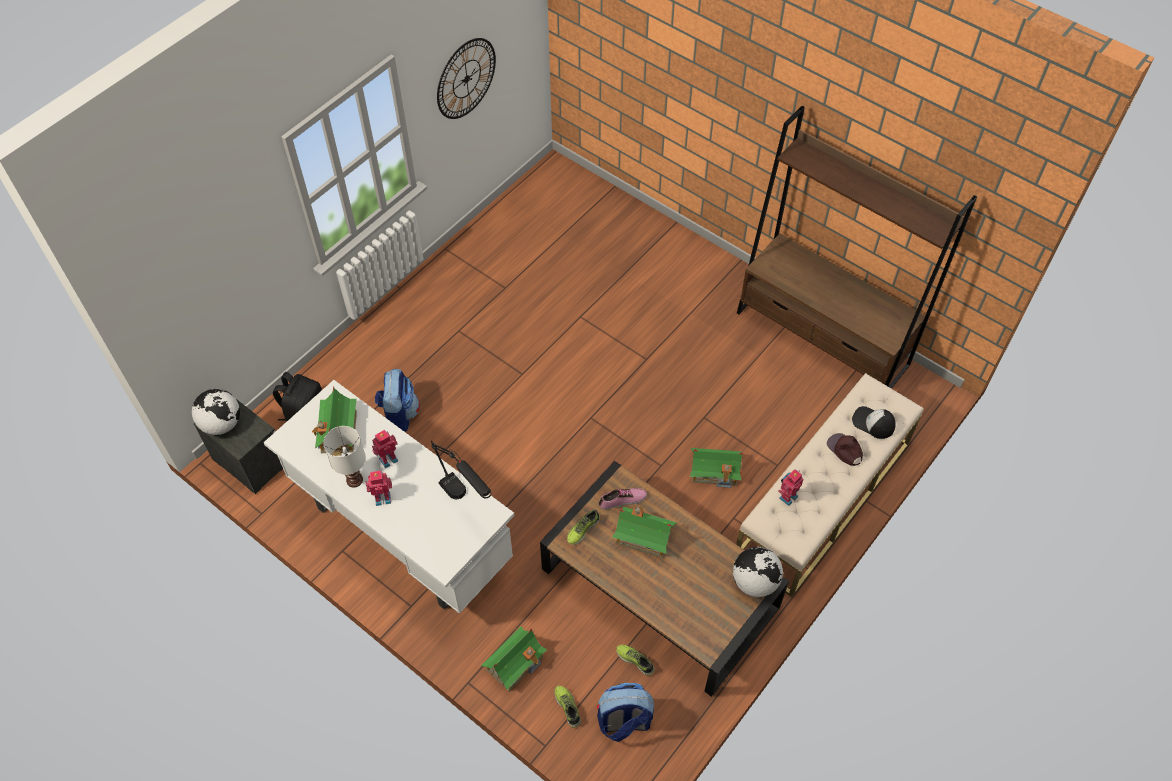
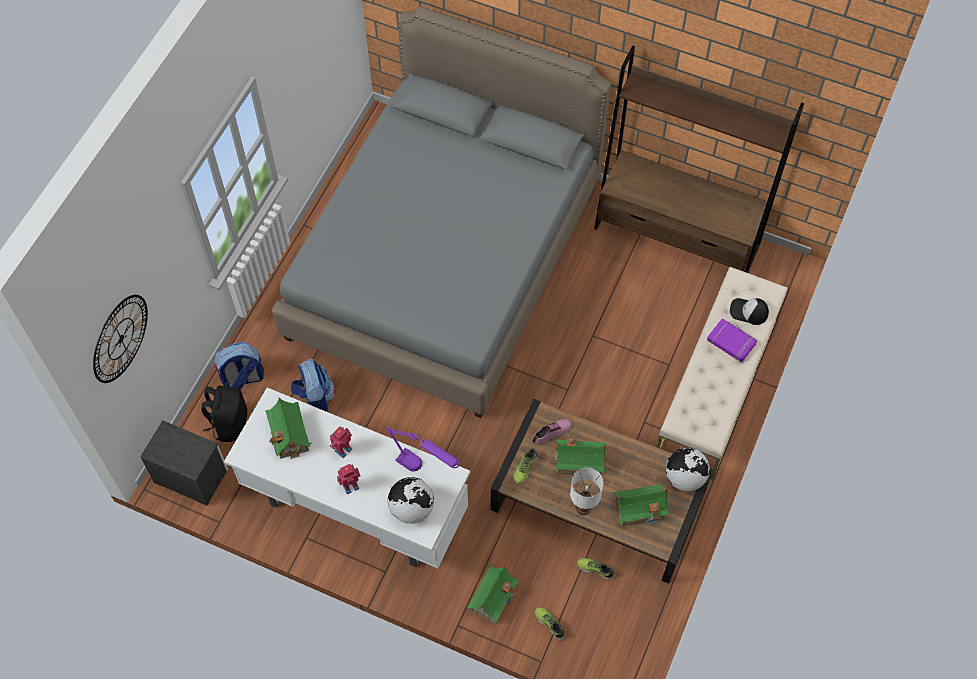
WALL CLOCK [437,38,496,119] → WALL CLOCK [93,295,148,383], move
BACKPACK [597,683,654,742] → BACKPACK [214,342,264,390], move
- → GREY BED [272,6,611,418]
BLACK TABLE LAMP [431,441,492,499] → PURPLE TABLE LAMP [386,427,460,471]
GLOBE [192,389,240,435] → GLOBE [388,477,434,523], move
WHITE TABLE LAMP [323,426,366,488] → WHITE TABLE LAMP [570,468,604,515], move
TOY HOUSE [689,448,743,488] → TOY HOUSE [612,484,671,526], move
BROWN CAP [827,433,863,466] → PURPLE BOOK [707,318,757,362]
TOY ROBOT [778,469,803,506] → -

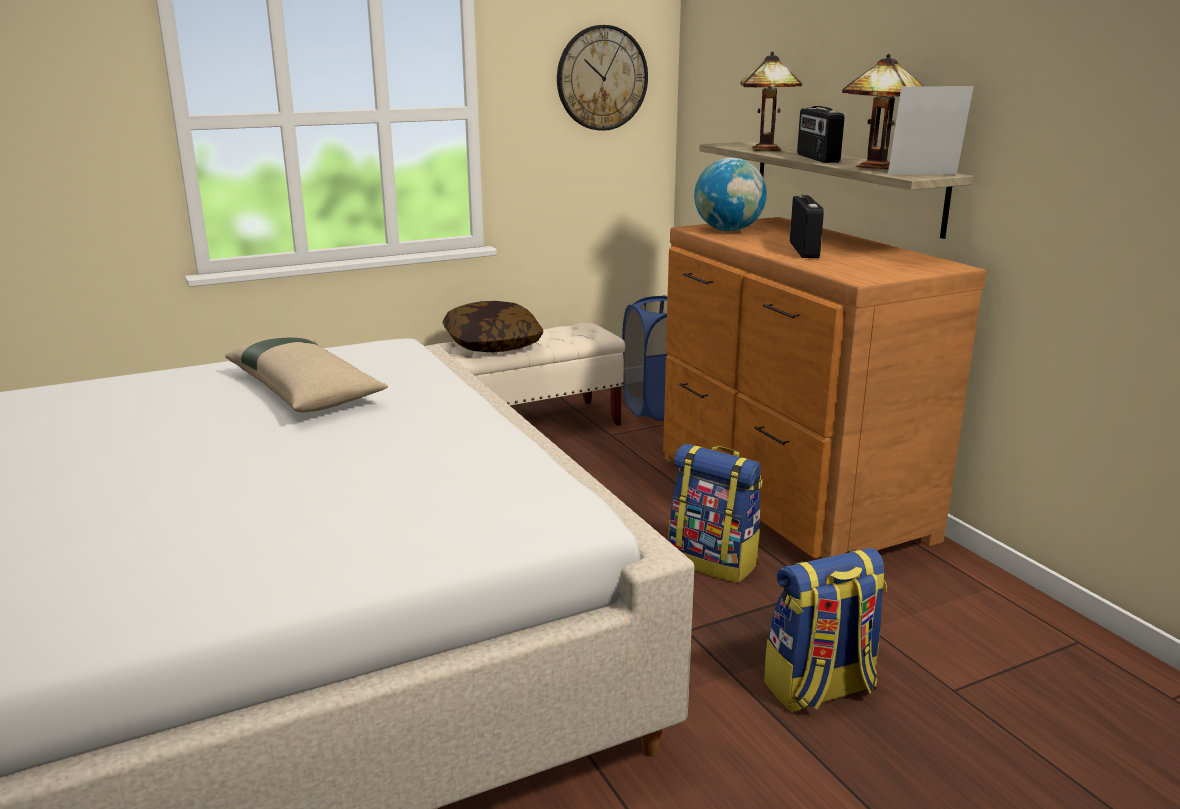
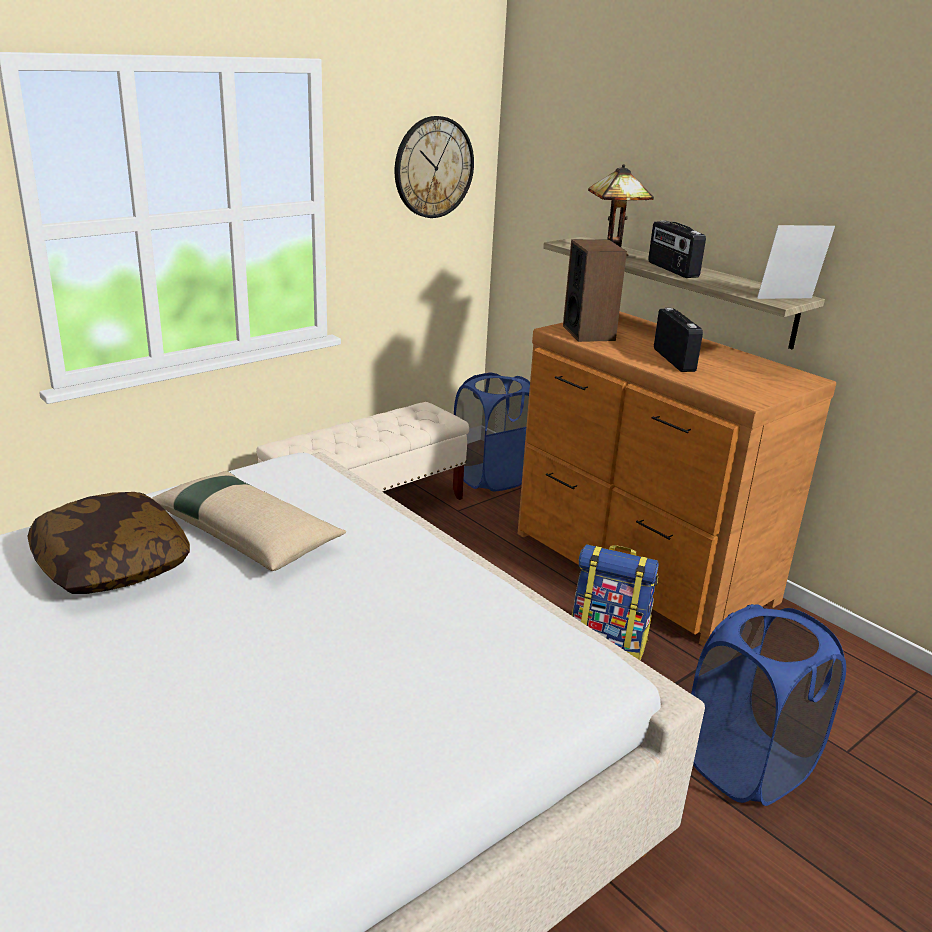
PILLOW [442,301,543,352] → PILLOW [27,492,190,594], move
GLOBE [694,158,767,231] → SPEAKER [563,239,627,342]
BACKPACK [764,548,887,712] → BLUE LAUNDRY BASKET [691,604,846,806]
TABLE LAMP [842,54,923,169] → -

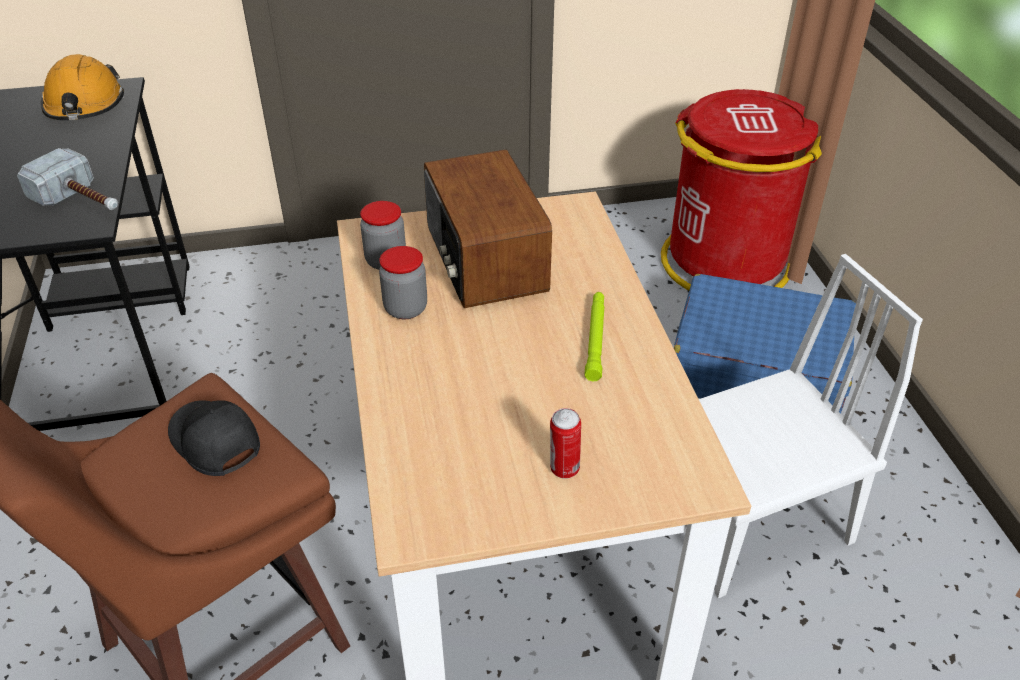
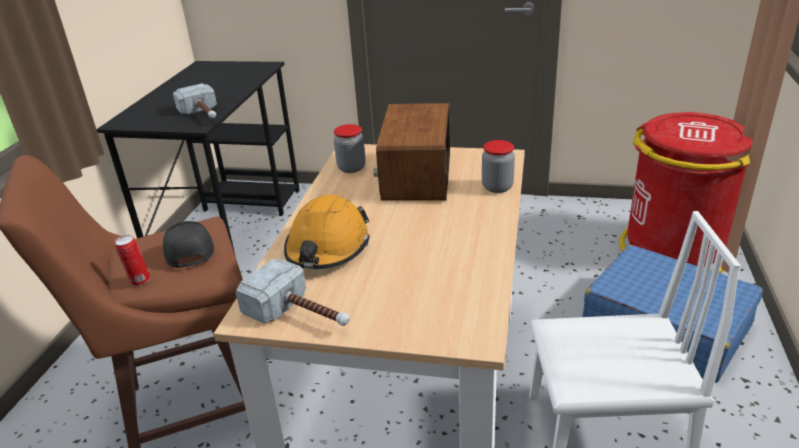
CAN [550,408,581,479] → CAN [115,235,150,286], move
- → HAMMER [236,259,350,326]
ORANGE HARD HAT [41,54,124,120] → ORANGE HARD HAT [284,195,370,269], move
JAR [379,246,427,319] → JAR [482,140,515,193], move
GREEN FLASHLIGHT [584,292,604,381] → -

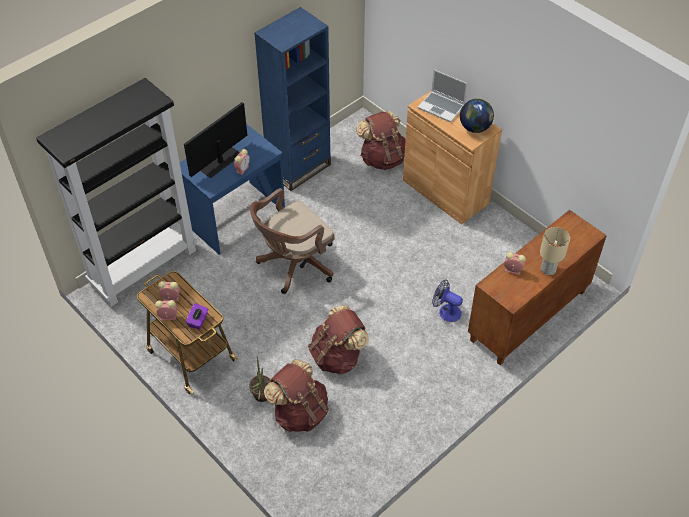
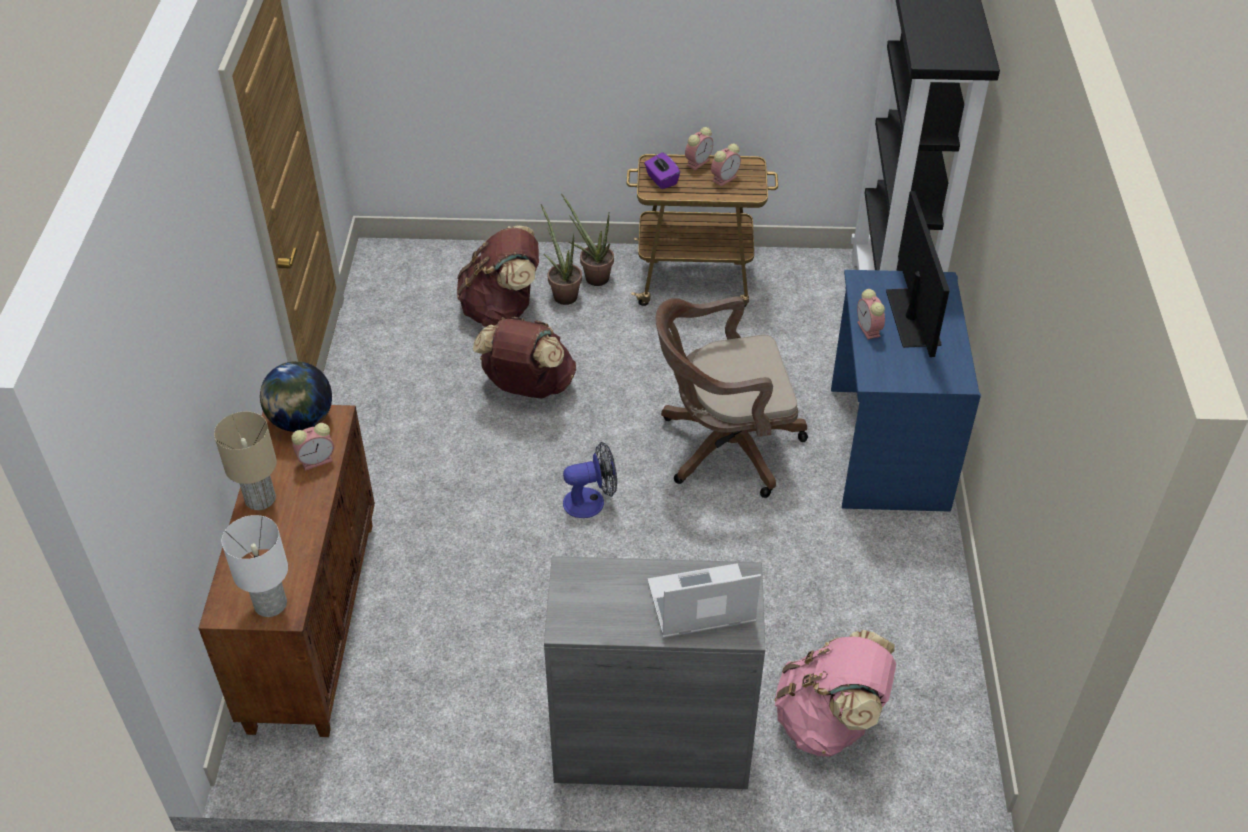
- → WHITE TABLE LAMP [222,515,288,617]
GLOBE [460,99,494,133] → GLOBE [260,361,332,432], move
BROWN CABINET [403,90,502,225] → GREY CABINET [544,556,765,789]
- → POTTED PLANT [561,193,614,286]
FAN [432,280,463,322] → FAN [563,442,617,518], move
BROWN OFFICE CHAIR [250,188,335,294] → BROWN OFFICE CHAIR [656,296,808,498], 105 degrees counterclockwise
BROWN BACKPACK [356,111,406,170] → PINK BACKPACK [774,630,896,757]
BLUE BOOKCASE [254,7,331,191] → -

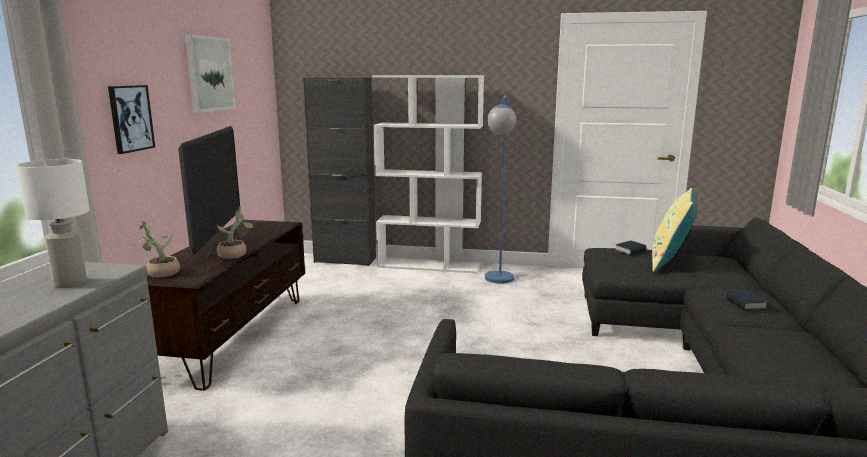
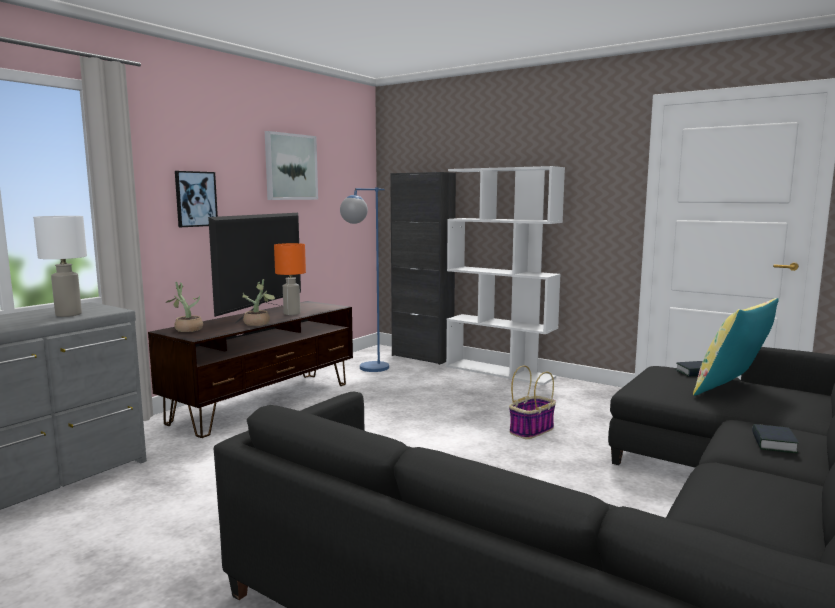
- → ORANGE TABLE LAMP [274,243,306,315]
BLUE FLOOR LAMP [485,95,516,283] → BLUE FLOOR LAMP [340,187,389,372], move
- → BASKET [509,366,556,439]

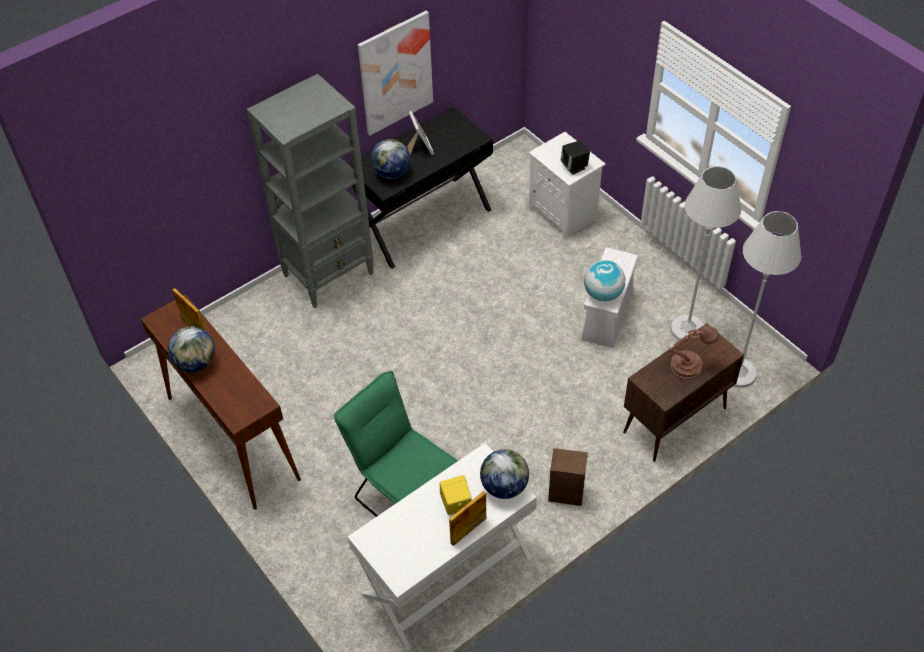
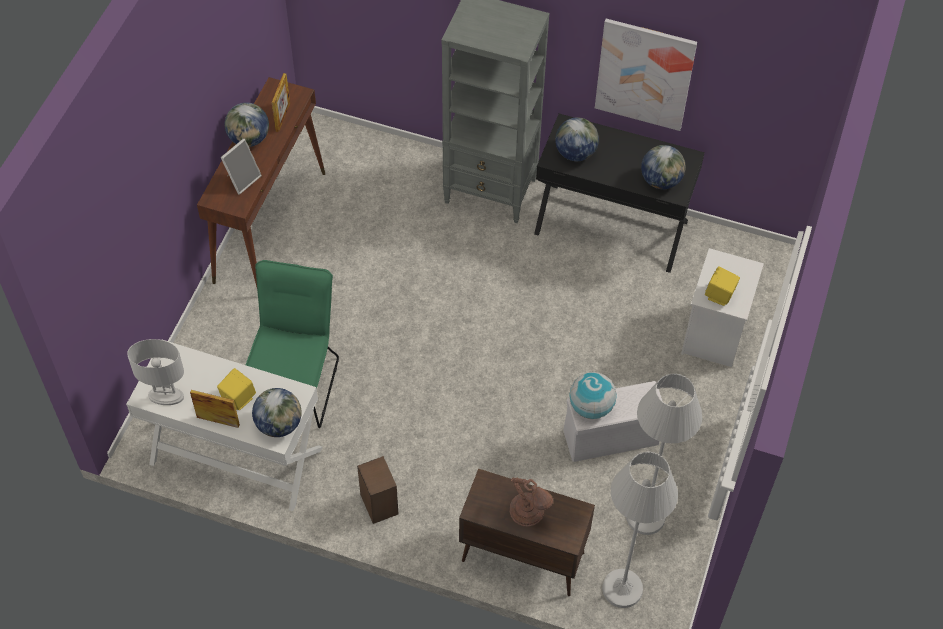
- → WHITE TABLE LAMP [127,339,184,405]
PICTURE FRAME [407,111,434,155] → PICTURE FRAME [221,139,262,195], move
- → GLOBE [641,145,686,189]
BLACK SPEAKER [561,141,590,175] → YELLOW SPEAKER [705,266,740,306]

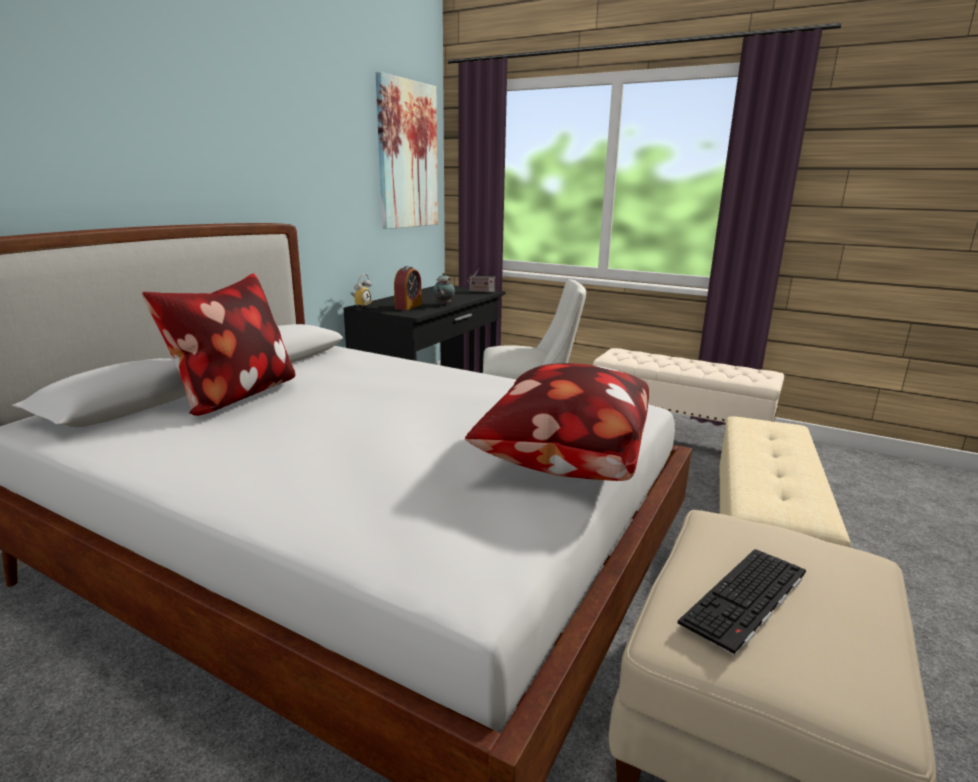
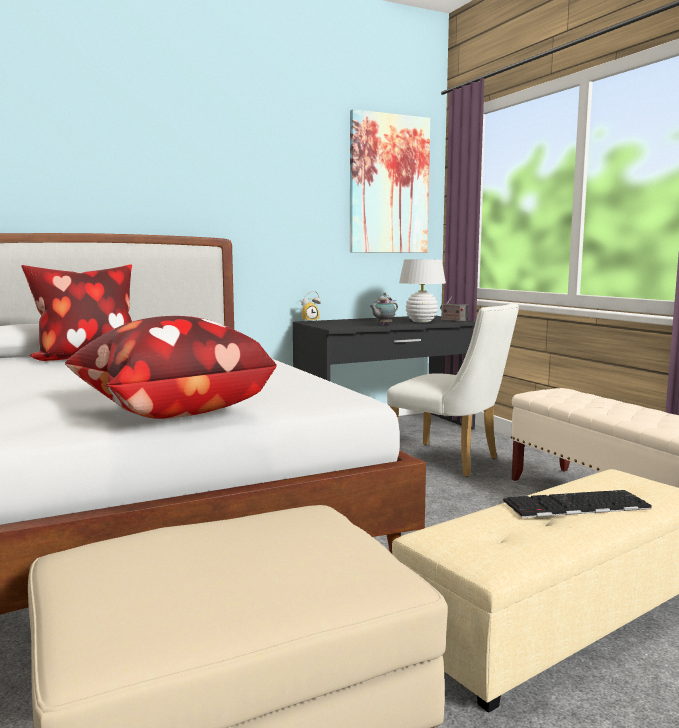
- → WHITE TABLE LAMP [399,259,446,323]
KEYBOARD [678,549,806,655] → KEYBOARD [503,490,652,518], move
ALARM CLOCK [394,266,422,310] → -

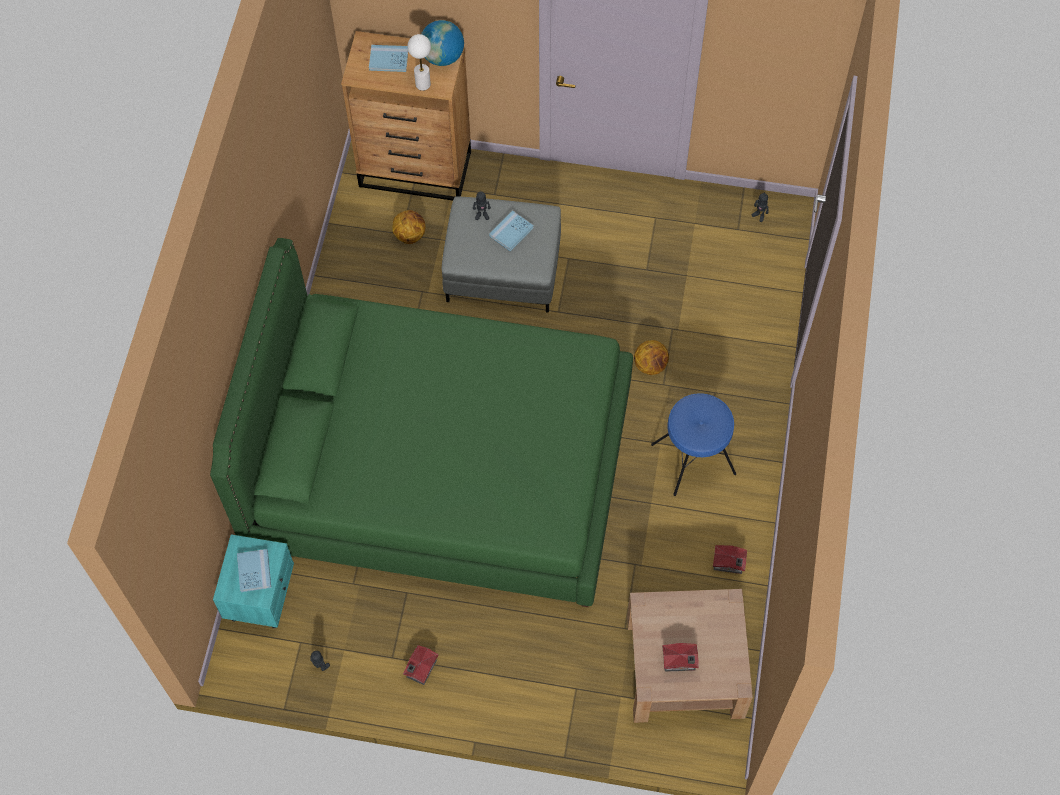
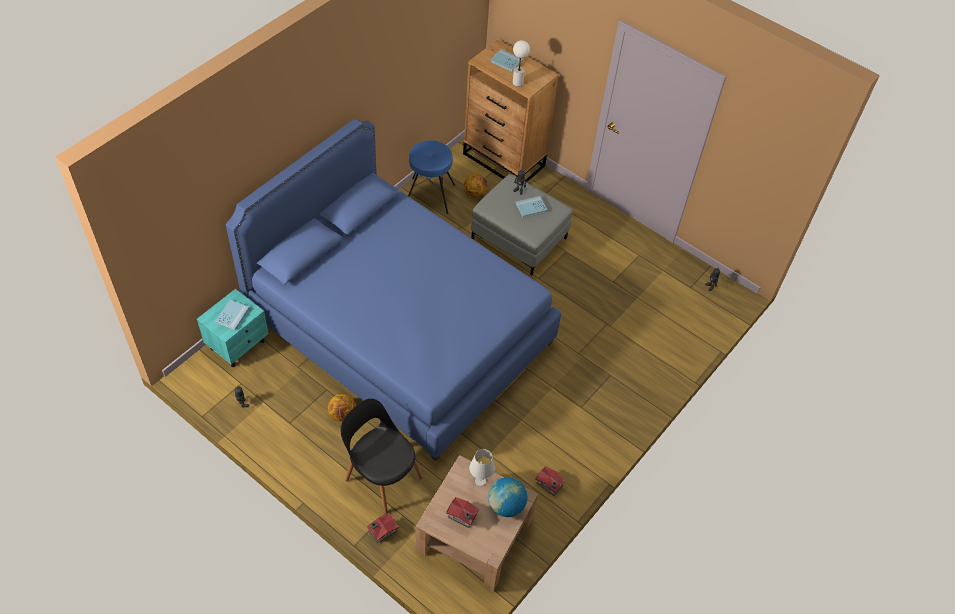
GREEN BED [210,238,633,607] → BLUE BED [226,119,561,461]
BASKETBALL [634,340,669,375] → BASKETBALL [328,393,356,422], move
- → BLACK CHAIR [340,399,423,514]
TOY HOUSE [403,645,439,685] → TOY HOUSE [367,513,399,544], move
BLUE STOOL [651,393,736,496] → BLUE STOOL [408,140,455,214], move
- → WHITE TABLE LAMP [469,449,495,486]
GLOBE [421,20,464,66] → GLOBE [488,477,527,517], move

